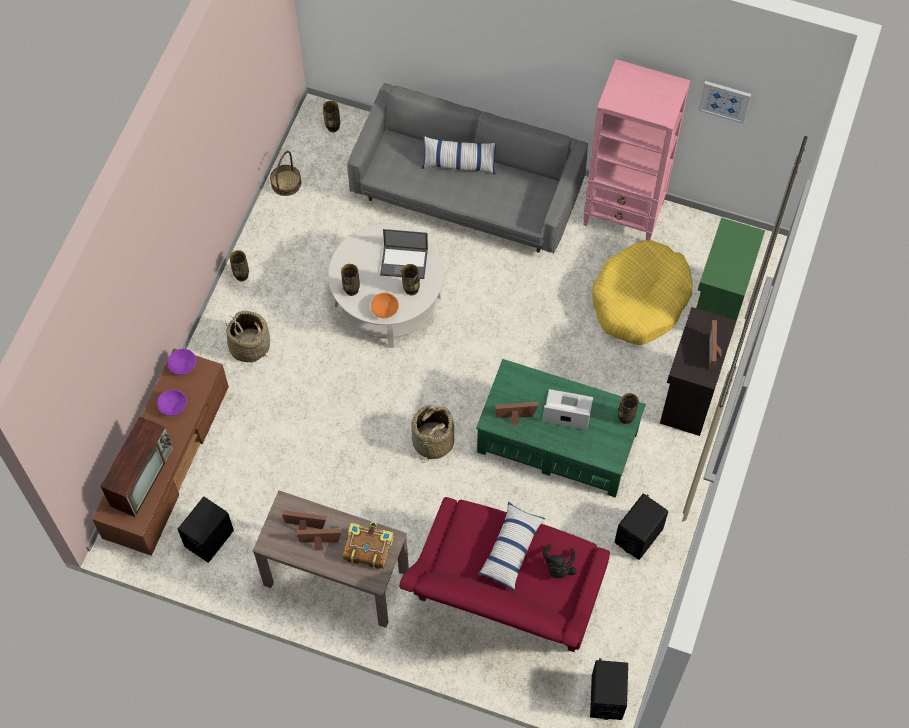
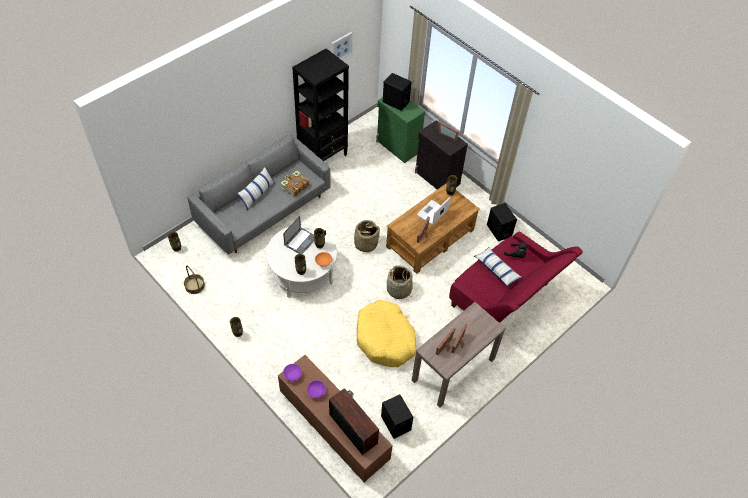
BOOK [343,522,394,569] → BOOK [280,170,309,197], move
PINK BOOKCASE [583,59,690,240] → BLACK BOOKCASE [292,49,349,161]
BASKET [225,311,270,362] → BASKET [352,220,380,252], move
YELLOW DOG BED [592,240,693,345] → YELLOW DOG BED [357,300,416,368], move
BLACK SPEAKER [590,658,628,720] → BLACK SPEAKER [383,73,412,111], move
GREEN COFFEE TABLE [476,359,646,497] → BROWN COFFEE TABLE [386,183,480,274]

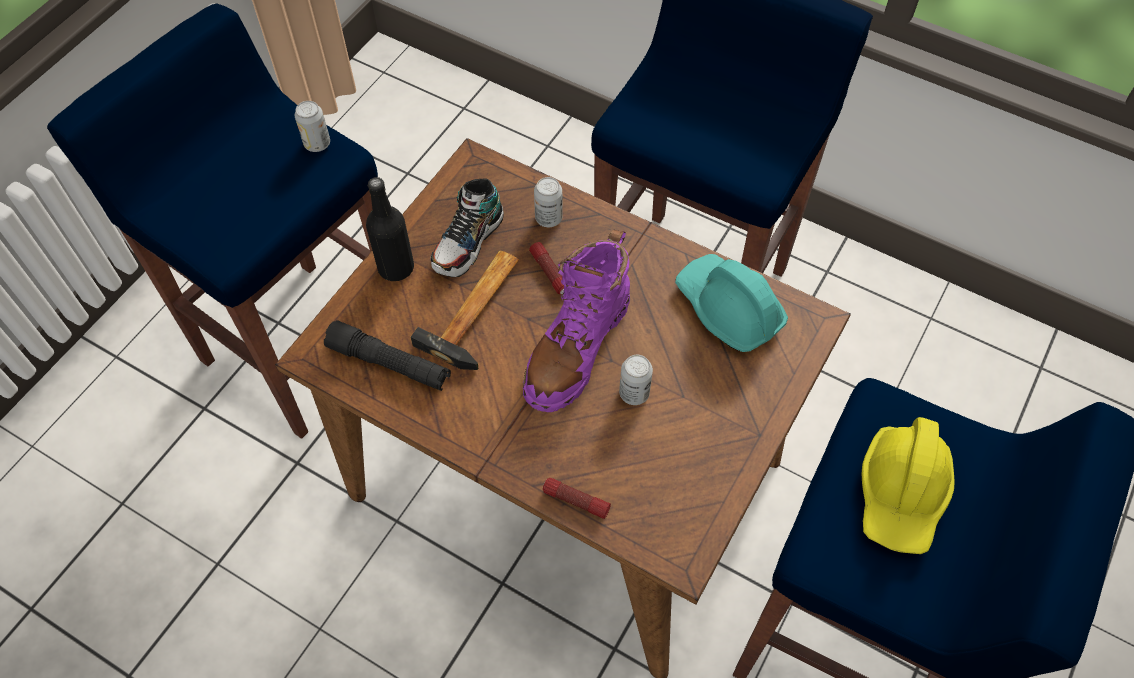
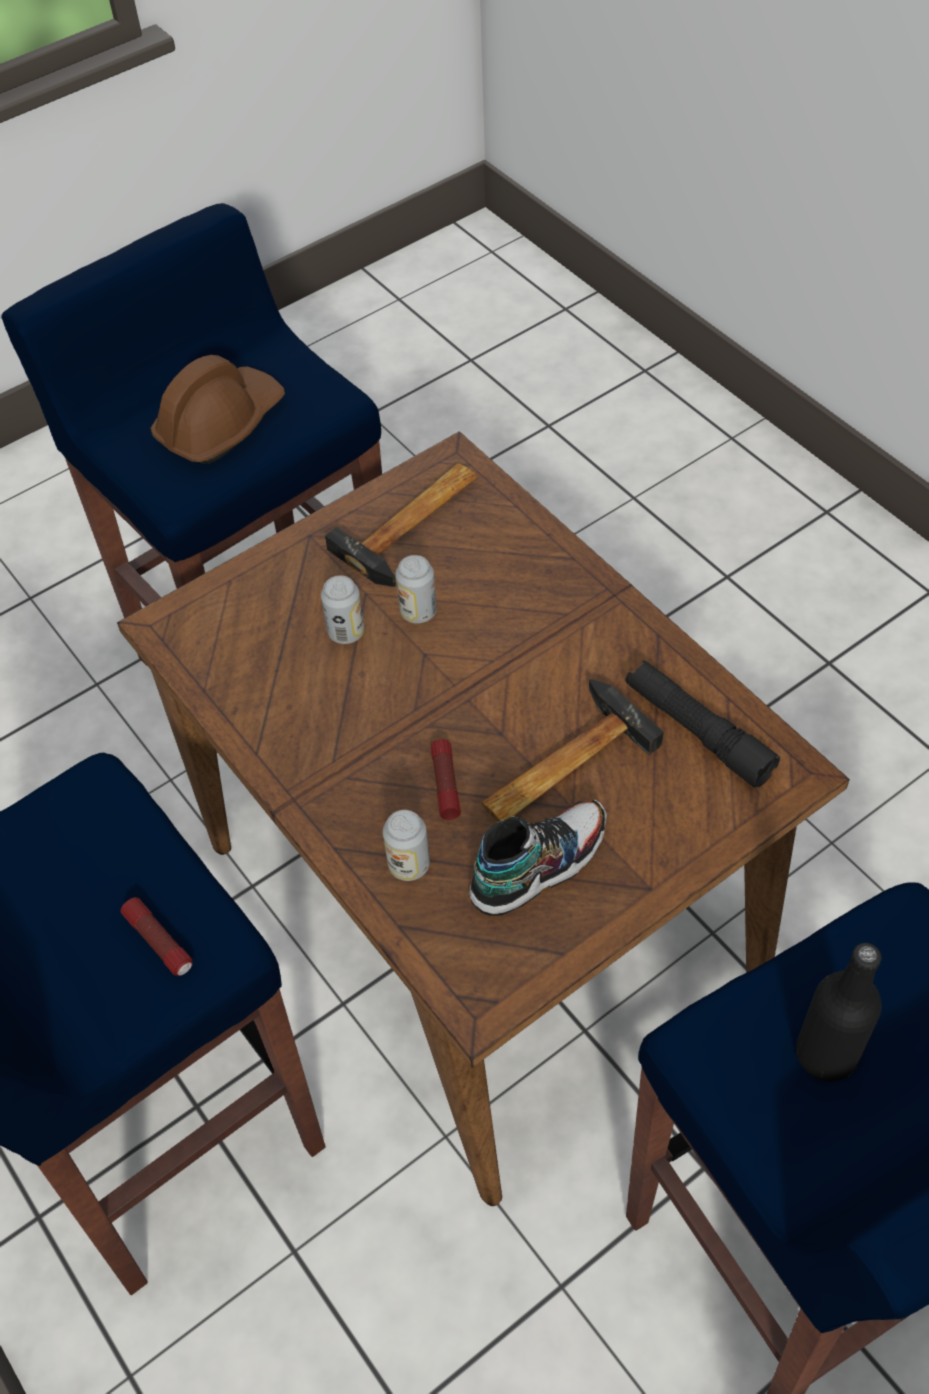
FLASHLIGHT [543,478,611,519] → FLASHLIGHT [121,897,192,976], move
YELLOW HARD HAT [862,417,955,554] → BROWN HARD HAT [151,355,285,464]
CAN [295,101,330,152] → CAN [321,575,365,644], move
- → HAMMER [325,463,478,587]
BLACK BOTTLE [366,177,414,281] → BLACK BOTTLE [796,943,882,1082], move
PURPLE BOOT [523,230,630,412] → -
TURQUOISE HARD HAT [675,254,788,352] → -

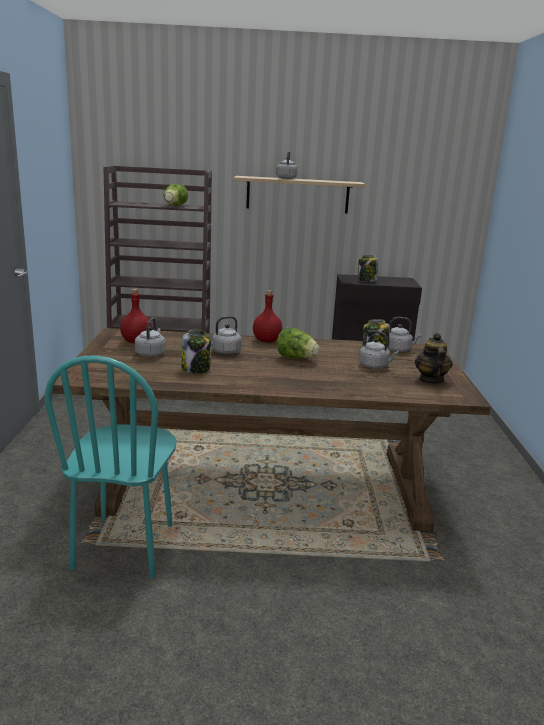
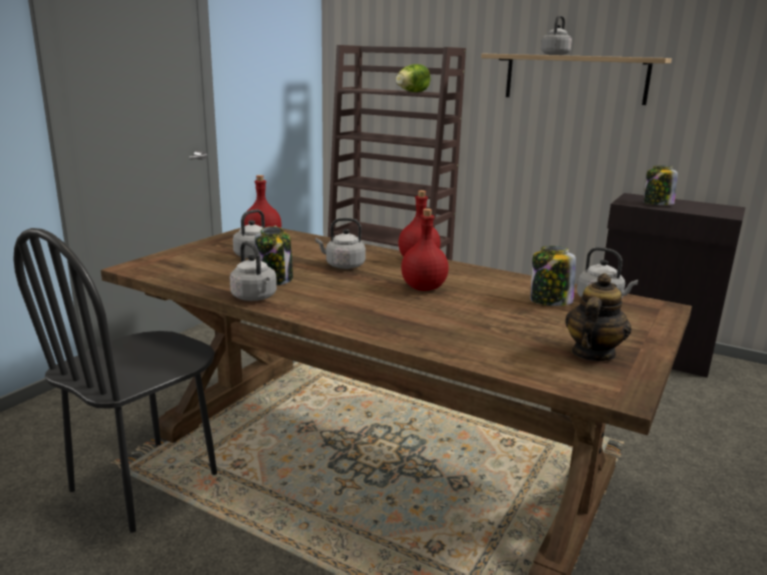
TURQUOISE CHAIR [45,355,177,578] → BLACK CHAIR [13,228,217,533]
GREY KETTLE [359,330,399,369] → GREY KETTLE [230,241,277,301], move
LETTUCE [277,327,320,358] → RED BOTTLE [401,208,449,291]

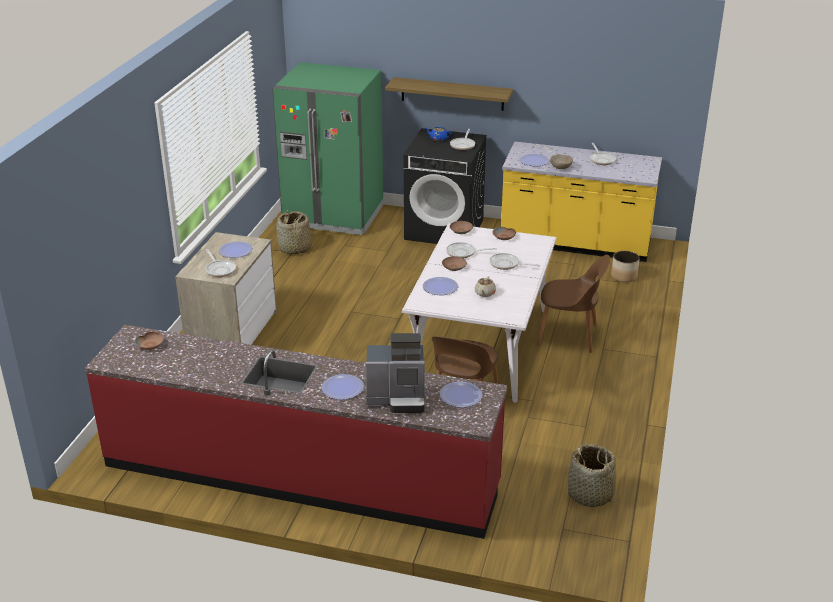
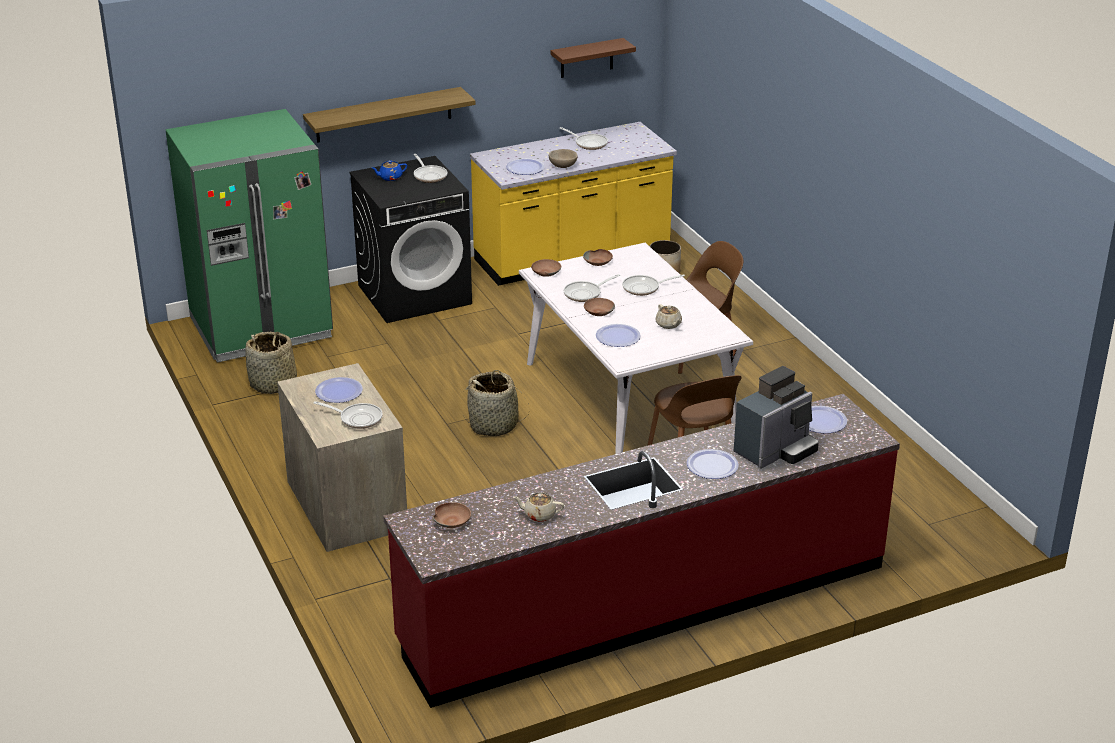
BASKET [568,444,620,507] → BASKET [463,370,529,436], move
- → BEIGE TEAPOT [513,492,564,522]
- → BROWN SHELF [550,38,636,78]

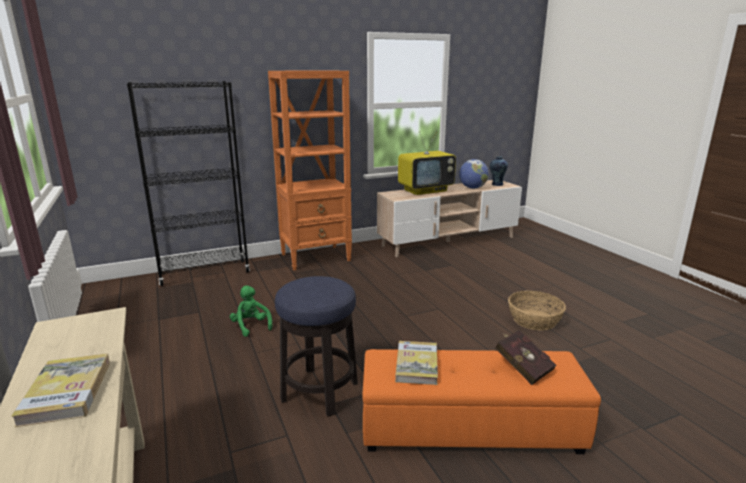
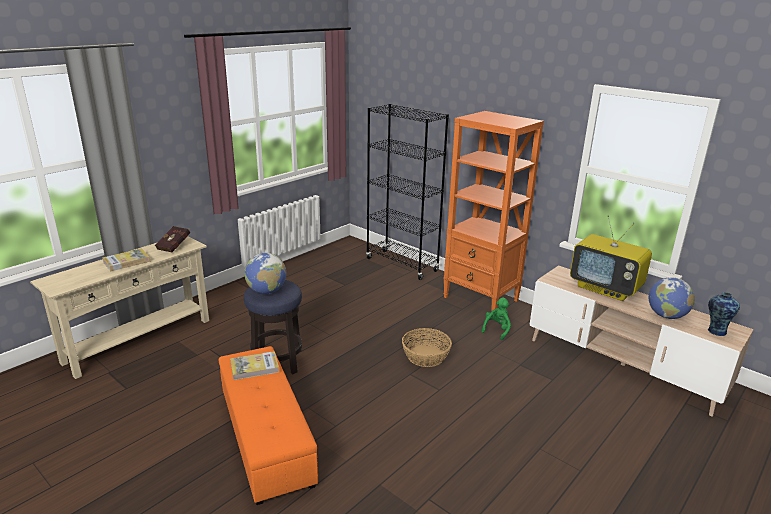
RED BOOK [495,330,556,385] → RED BOOK [155,226,190,253], move
- → GLOBE [244,253,286,294]
BASKET [508,291,566,331] → BASKET [402,328,452,367], move
GREEN PLUSH TOY [230,285,272,337] → GREEN PLUSH TOY [481,298,511,340], move

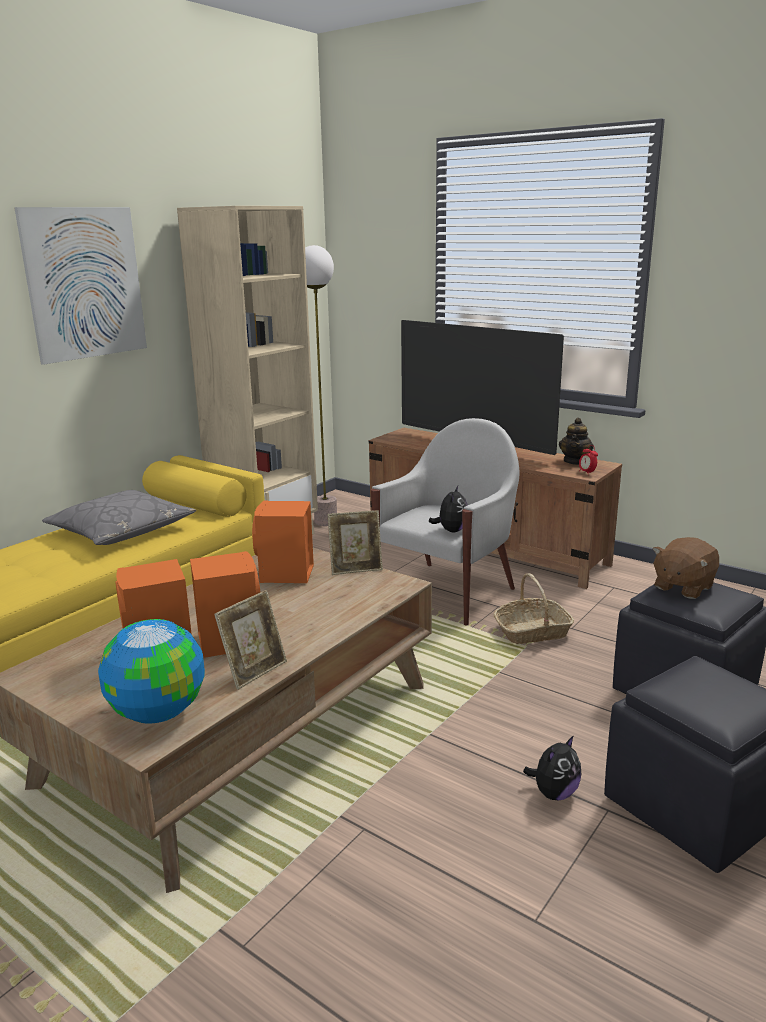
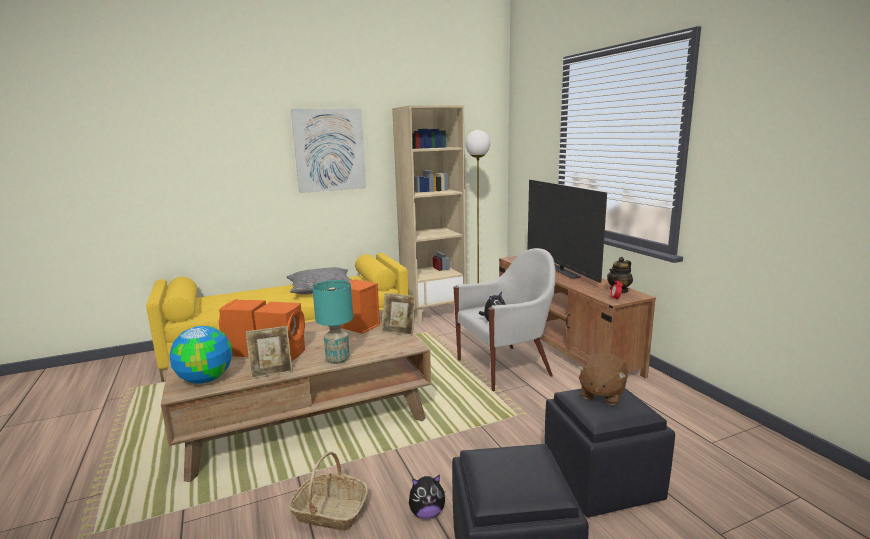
BASKET [493,573,574,644] → BASKET [288,452,368,531], move
- → TURQUOISE TABLE LAMP [312,280,353,364]
BROWN PLUSH TOY [653,537,719,599] → BROWN PLUSH TOY [577,353,628,405], 45 degrees counterclockwise

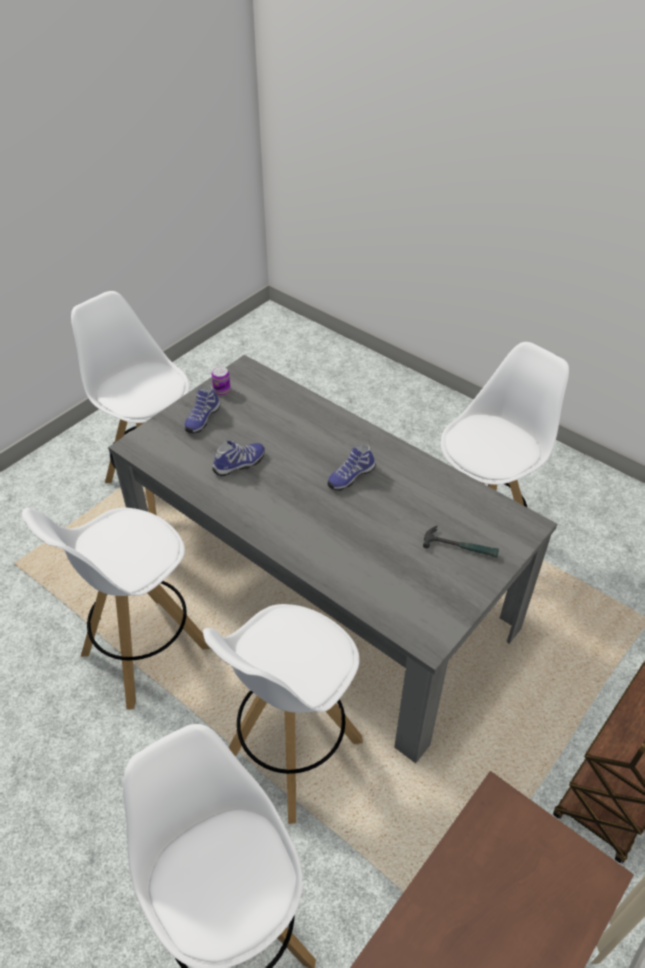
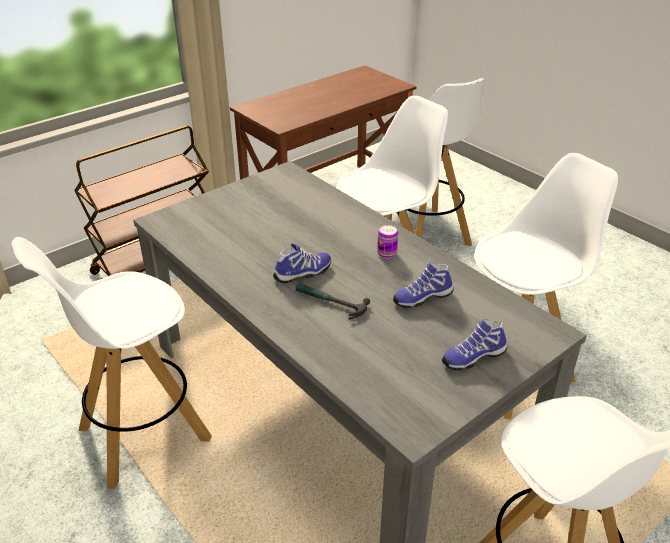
HAMMER [423,526,499,558] → HAMMER [296,282,370,320], move
CAN [212,367,231,396] → CAN [377,225,398,258], move
SHOE [184,386,220,433] → SHOE [442,319,507,371], 150 degrees counterclockwise

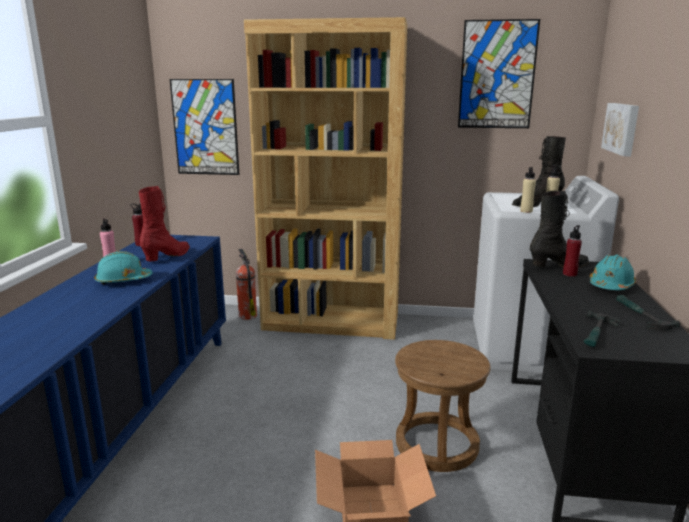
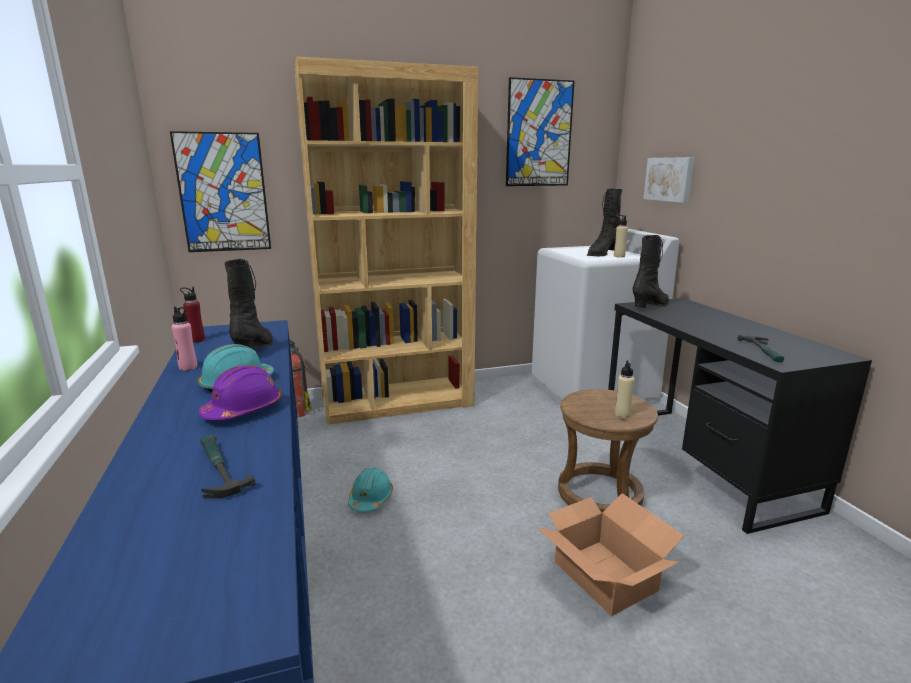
- → PURPLE HARD HAT [198,365,282,420]
HAMMER [616,295,680,330] → HAMMER [200,435,256,499], move
RED BOOT [139,186,190,261] → BLACK BOOT [225,259,273,349]
TURQUOISE HARD HAT [590,255,636,290] → TURQUOISE HARD HAT [348,467,393,512], move
BEIGE BOTTLE [520,167,536,213] → BEIGE BOTTLE [615,360,635,418], move
RED BOTTLE [563,225,582,277] → -

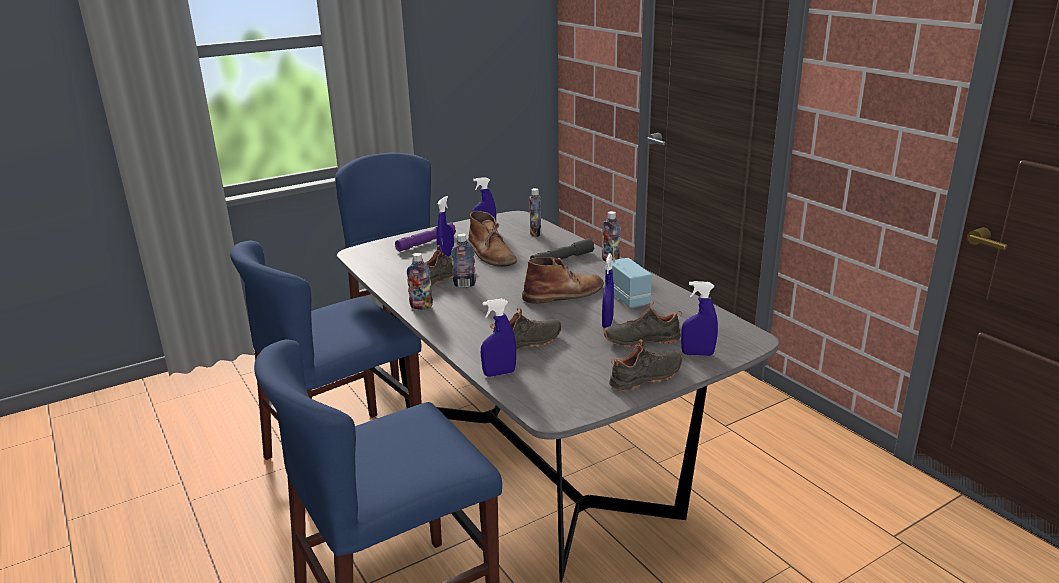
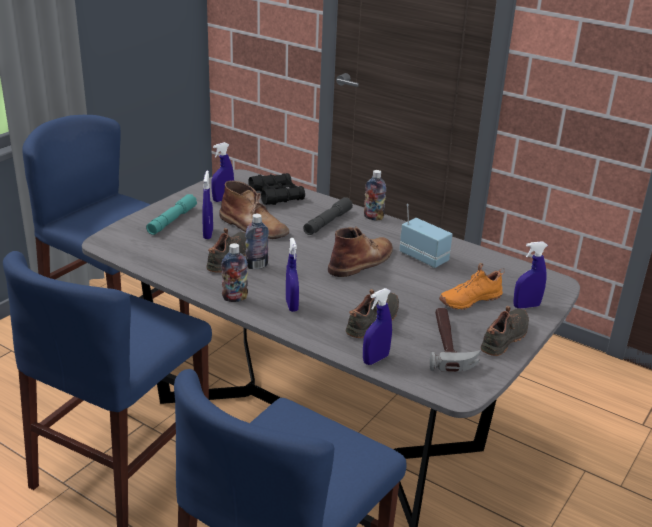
PURPLE FLASHLIGHT [395,222,456,251] → TURQUOISE FLASHLIGHT [146,194,197,235]
BOTTLE [529,188,541,237] → BLACK BINOCULARS [249,173,305,205]
BLUE SPRAY BOTTLE [602,254,614,328] → BLUE SPRAY BOTTLE [286,238,299,312], move
- → HAMMER [430,308,481,372]
BLACK SHOE [603,301,682,347] → ORANGE SHOE [439,263,505,310]

